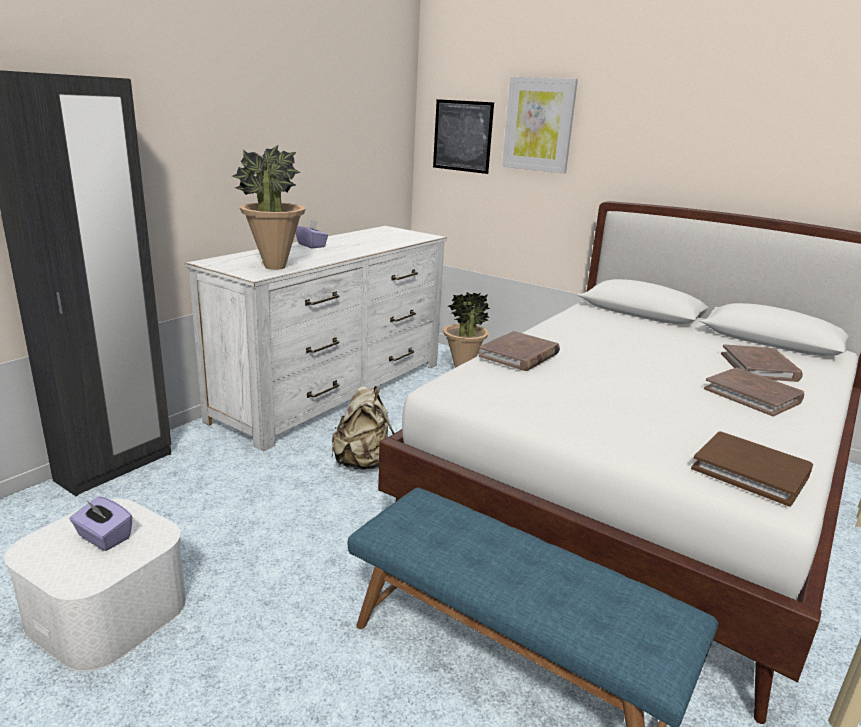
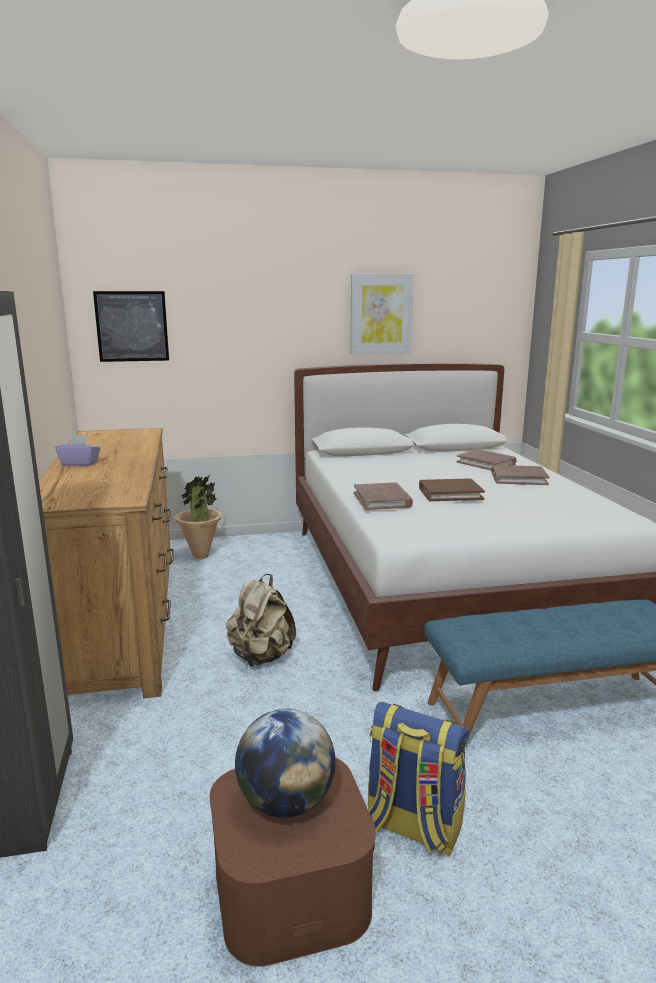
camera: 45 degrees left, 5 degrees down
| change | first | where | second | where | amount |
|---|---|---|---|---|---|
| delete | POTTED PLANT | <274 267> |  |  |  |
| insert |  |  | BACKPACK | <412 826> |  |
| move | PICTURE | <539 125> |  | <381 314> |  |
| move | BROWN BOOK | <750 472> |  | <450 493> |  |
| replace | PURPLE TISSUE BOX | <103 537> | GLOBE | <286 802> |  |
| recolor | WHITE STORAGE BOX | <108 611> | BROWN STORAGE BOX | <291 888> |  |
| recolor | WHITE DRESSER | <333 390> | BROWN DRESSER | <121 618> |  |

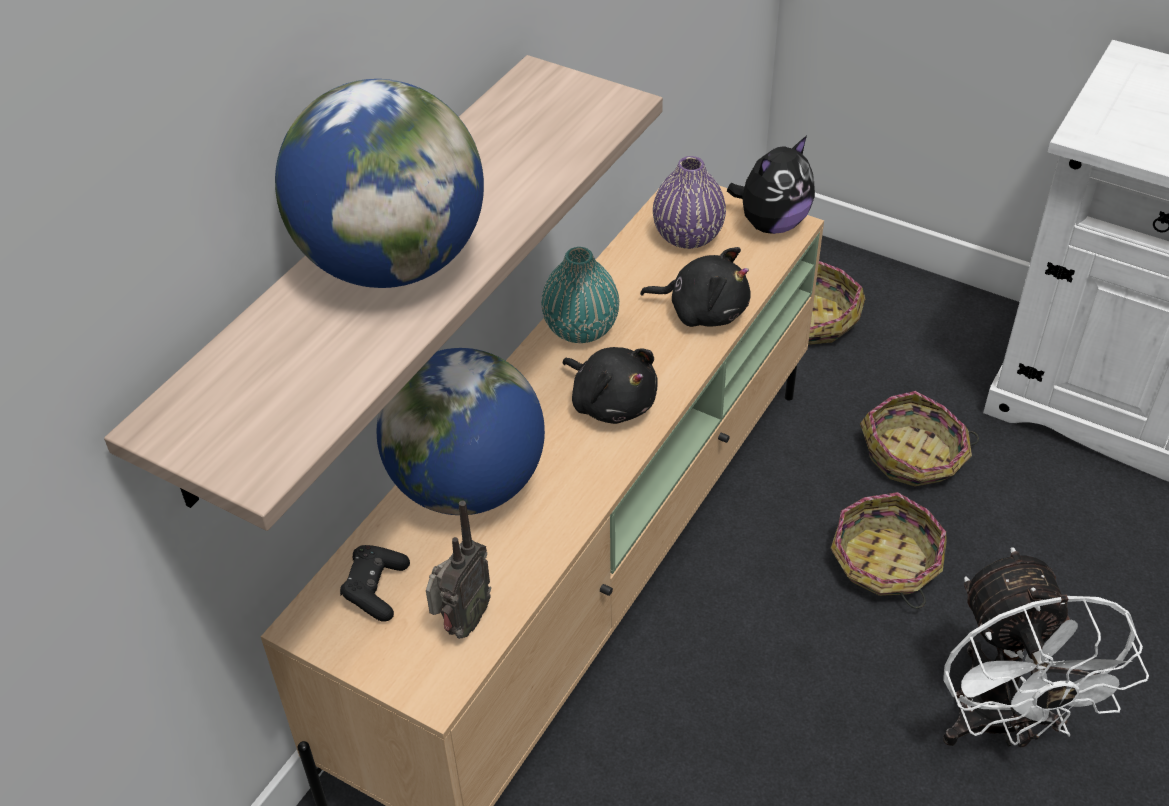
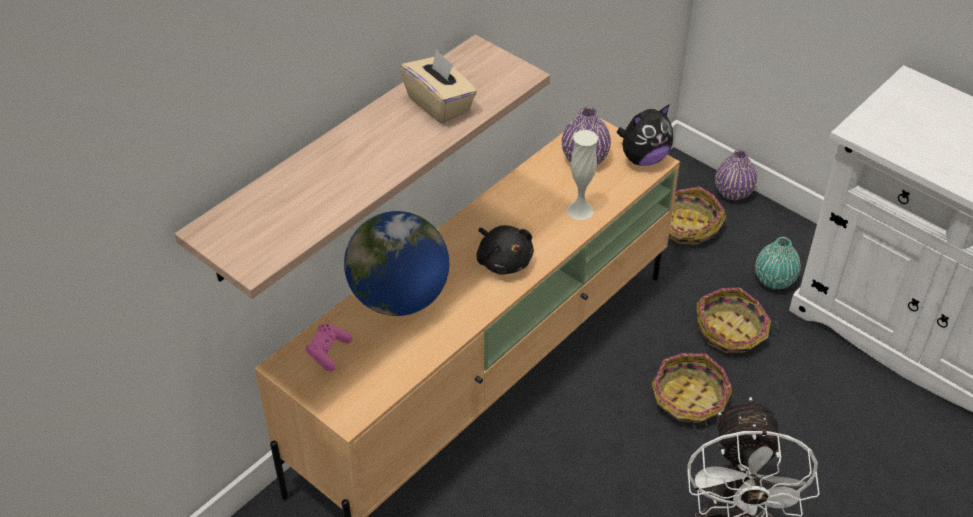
camera: 10 degrees right, 0 degrees up
| change | first | where | second | where | amount |
|---|---|---|---|---|---|
| delete | GLOBE | <392 263> |  |  |  |
| delete | RADIO | <461 623> |  |  |  |
| insert |  |  | BEIGE TISSUE BOX | <439 104> |  |
| insert |  |  | PURPLE VASE | <733 192> |  |
| move | TURQUOISE VASE | <581 328> |  | <774 280> |  |
| replace | BLACK PLUSH TOY | <703 310> | WHITE VASE | <580 210> |  |
| recolor | BLACK GAME CONTROLLER | <375 590> | PINK GAME CONTROLLER | <328 352> |  |

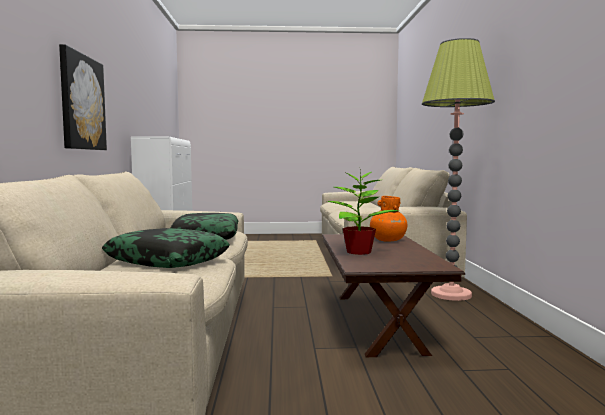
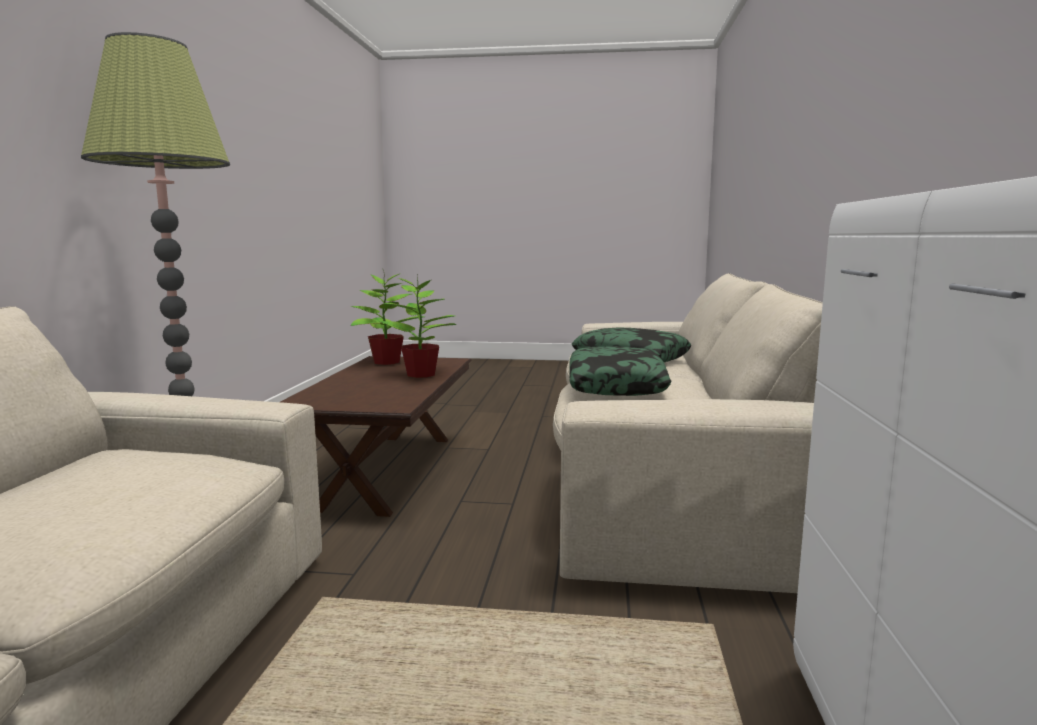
camera: 170 degrees left, 5 degrees up
| change | first | where | second | where | amount |
|---|---|---|---|---|---|
| delete | PICTURE | <82 102> |  |  |  |
| delete | ORANGE VASE | <387 240> |  |  |  |
| insert |  |  | POTTED PLANT | <385 362> |  |

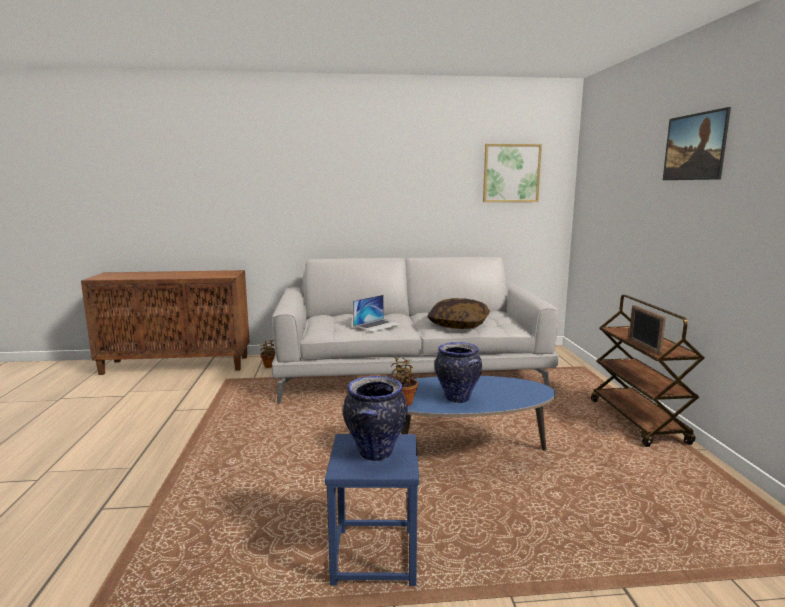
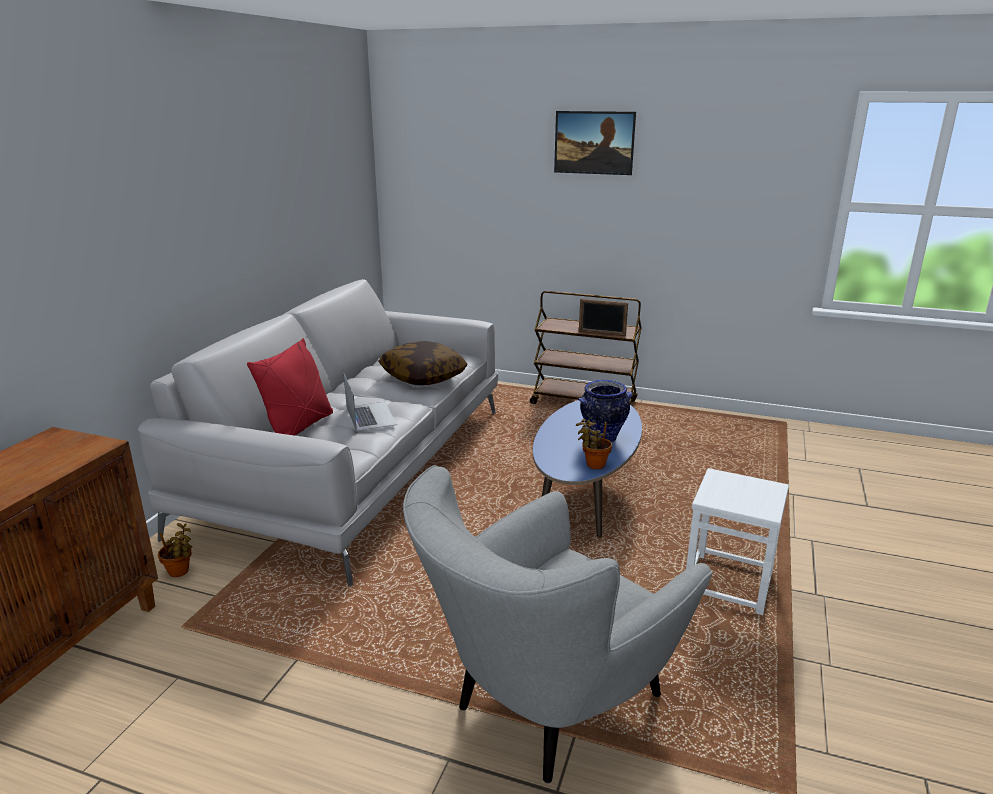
camera: 65 degrees left, 10 degrees up
| change | first | where | second | where | amount |
|---|---|---|---|---|---|
| delete | VASE | <375 454> |  |  |  |
| delete | PICTURE | <511 173> |  |  |  |
| insert |  |  | RED PILLOW | <299 428> |  |
| insert |  |  | GREY ARMCHAIR | <546 708> |  |
| recolor | BLUE STOOL | <375 556> | WHITE STOOL | <728 583> |  |

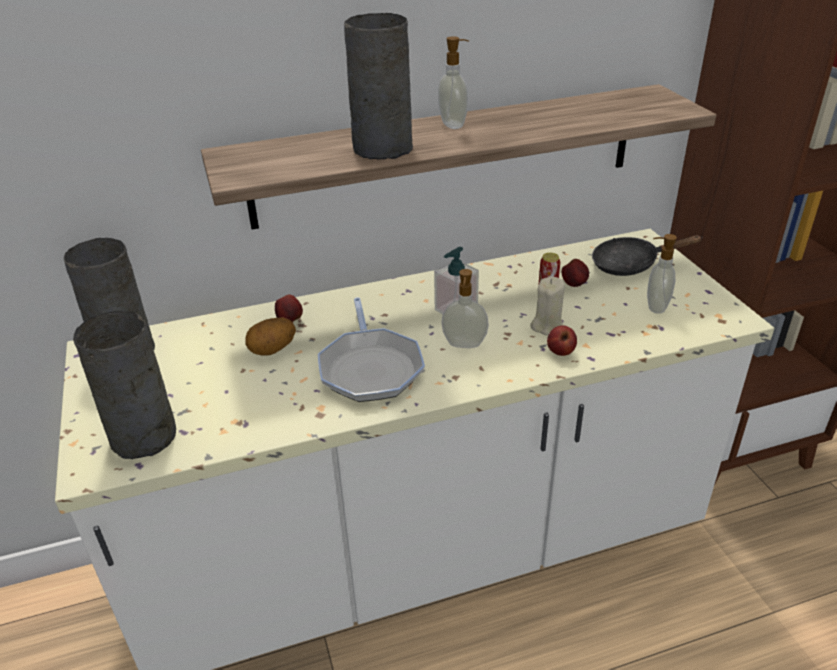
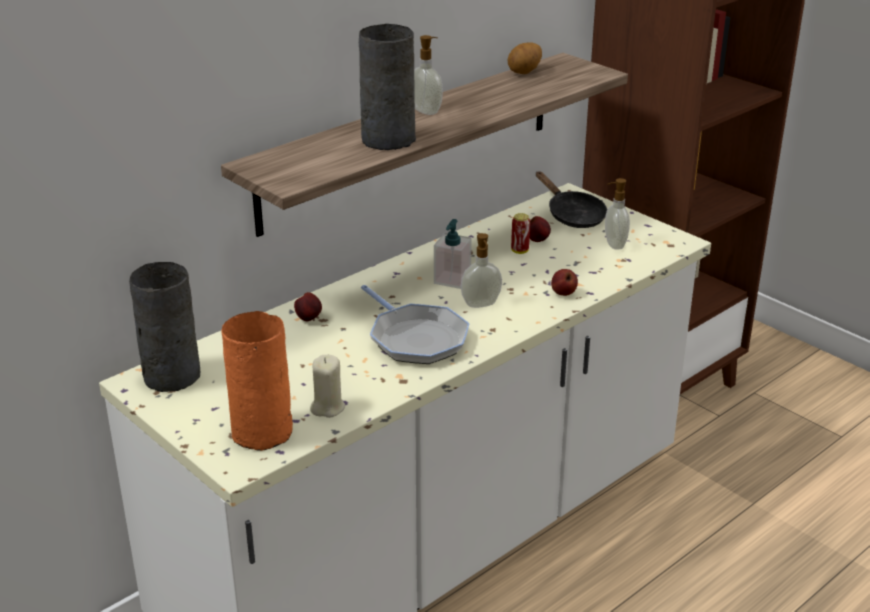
camera: 25 degrees left, 5 degrees down
| change | first | where | second | where | amount |
|---|---|---|---|---|---|
| move | POTATO | <273 351> |  | <524 72> |  |
| move | BEIGE CANDLE | <547 326> |  | <327 407> |  |
| recolor | GREY VASE | <144 438> | ORANGE VASE | <264 432> |  |
| rotate | BLACK FRYING PAN | <630 264> |  | <572 215> | 90 degrees counterclockwise |

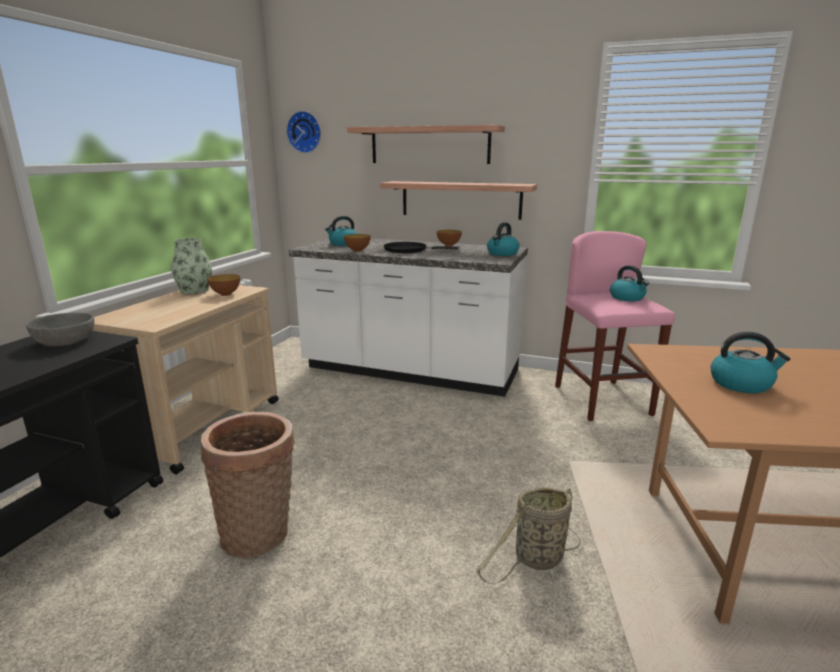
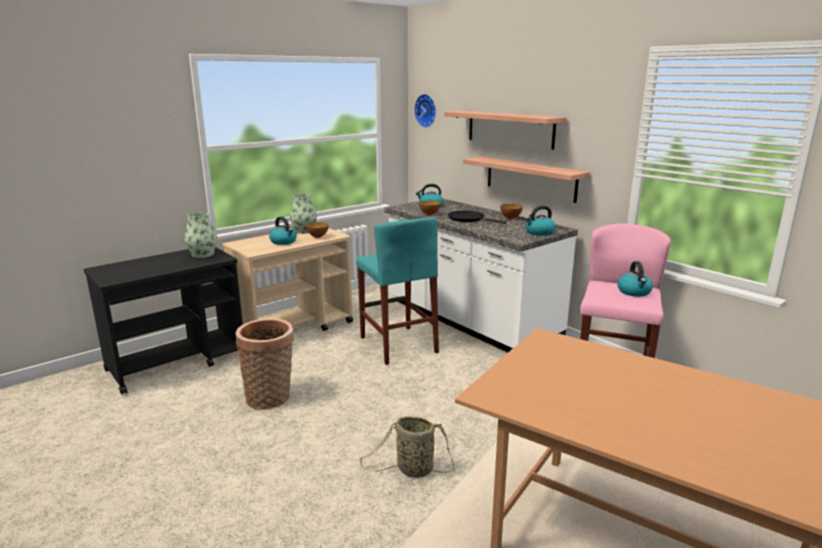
camera: 30 degrees right, 0 degrees up
| change | first | where | second | where | amount |
|---|---|---|---|---|---|
| insert |  |  | TURQUOISE STOOL | <398 344> |  |
| move | KETTLE | <741 384> |  | <284 242> |  |
| replace | GREY BOWL | <66 341> | VASE | <203 254> |  |

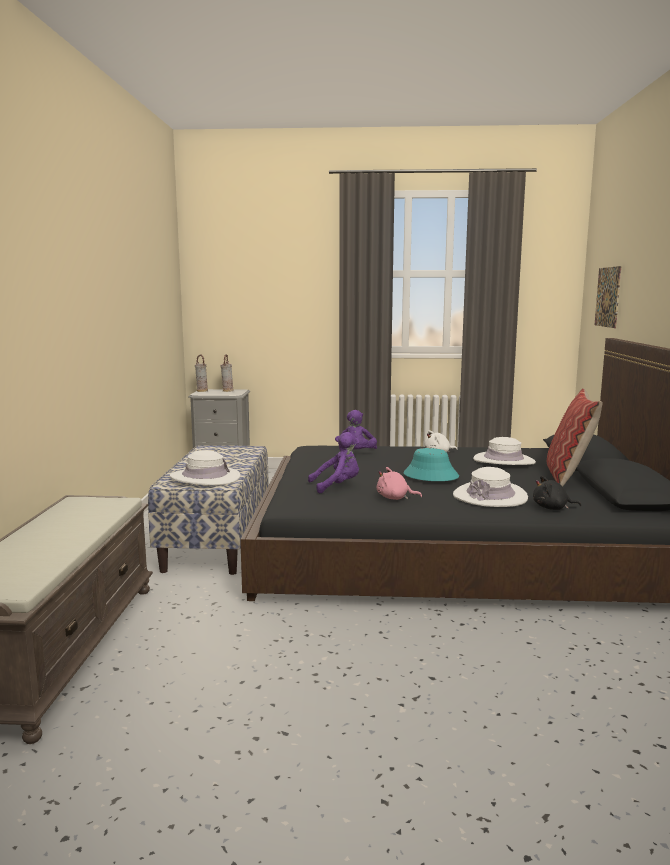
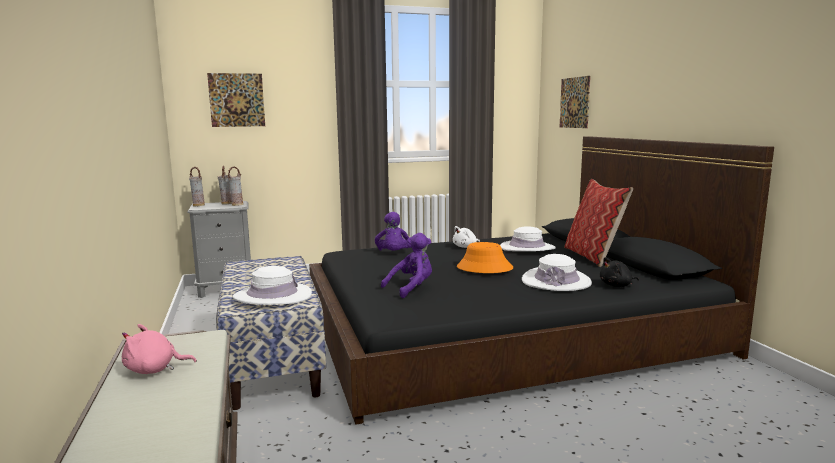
camera: 20 degrees left, 0 degrees up
| change | first | where | second | where | amount |
|---|---|---|---|---|---|
| insert |  |  | PICTURE | <237 100> |  |
| insert |  |  | VASE | <237 205> |  |
| move | PINK PLUSH TOY | <395 498> |  | <154 369> |  |
| recolor | TURQUOISE HAT | <430 475> | ORANGE HAT | <484 268> |  |

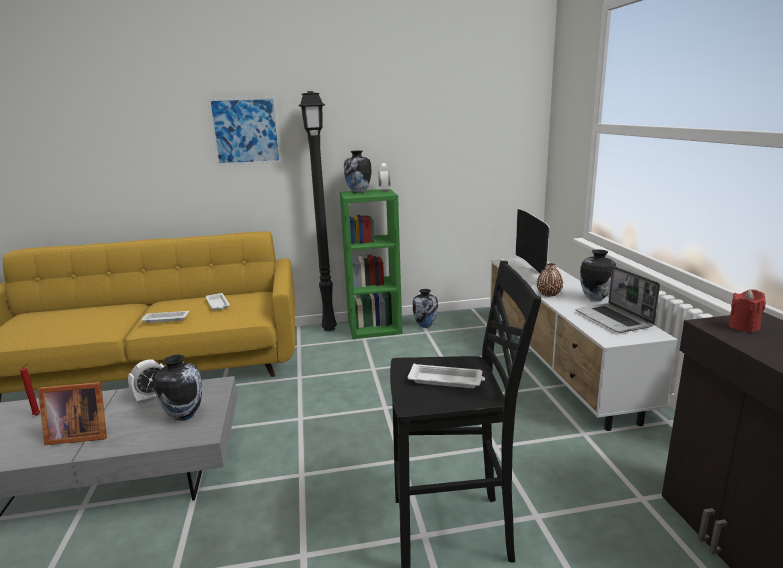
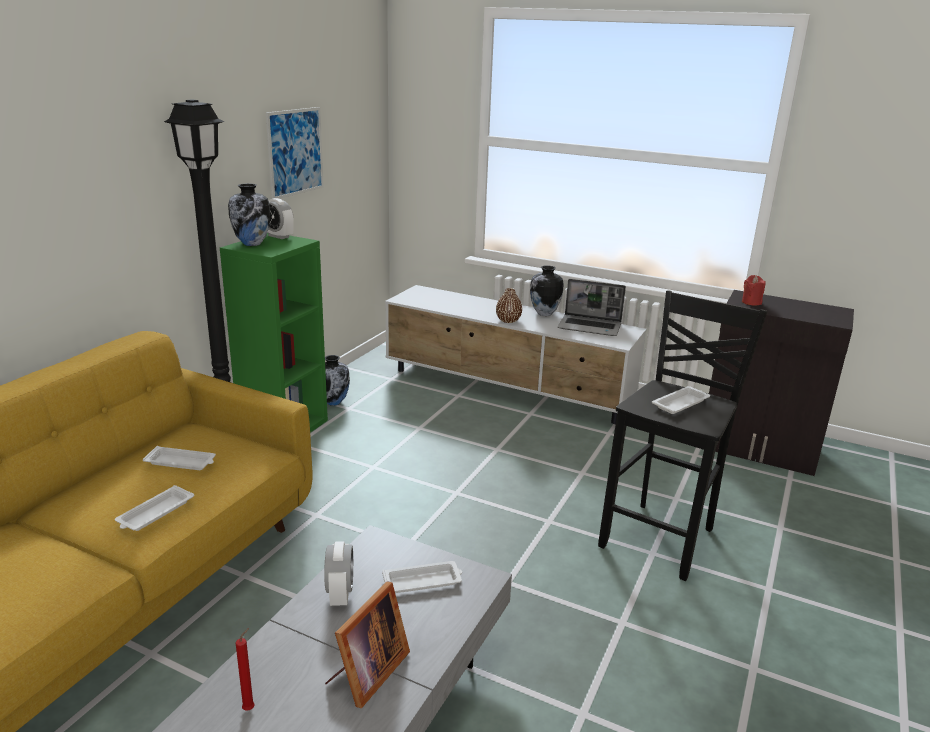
camera: 55 degrees left, 5 degrees up
| change | first | where | second | where | amount |
|---|---|---|---|---|---|
| delete | TELEVISION | <535 272> |  |  |  |
| move | PICTURE | <245 131> |  | <295 152> |  |
| replace | VASE | <184 415> | WHITE TRAY | <423 581> |  |

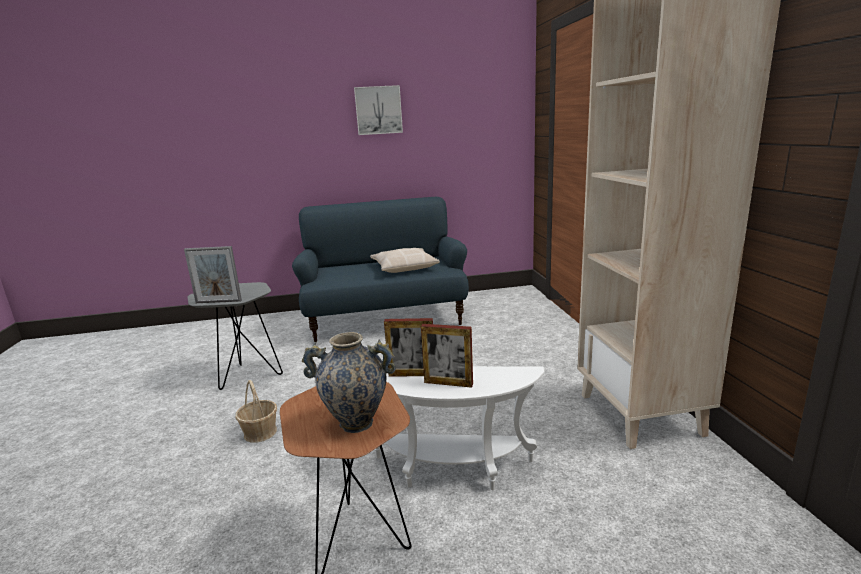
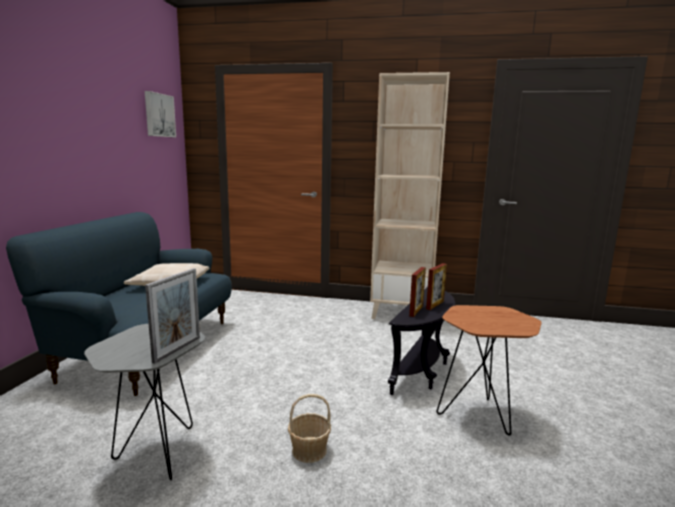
camera: 70 degrees left, 5 degrees down
| change | first | where | second | where | amount |
|---|---|---|---|---|---|
| delete | VASE | <356 423> |  |  |  |
| move | PICTURE | <378 110> |  | <159 115> |  |
| recolor | WHITE SIDE TABLE | <451 471> | BLACK SIDE TABLE | <422 371> |  |

